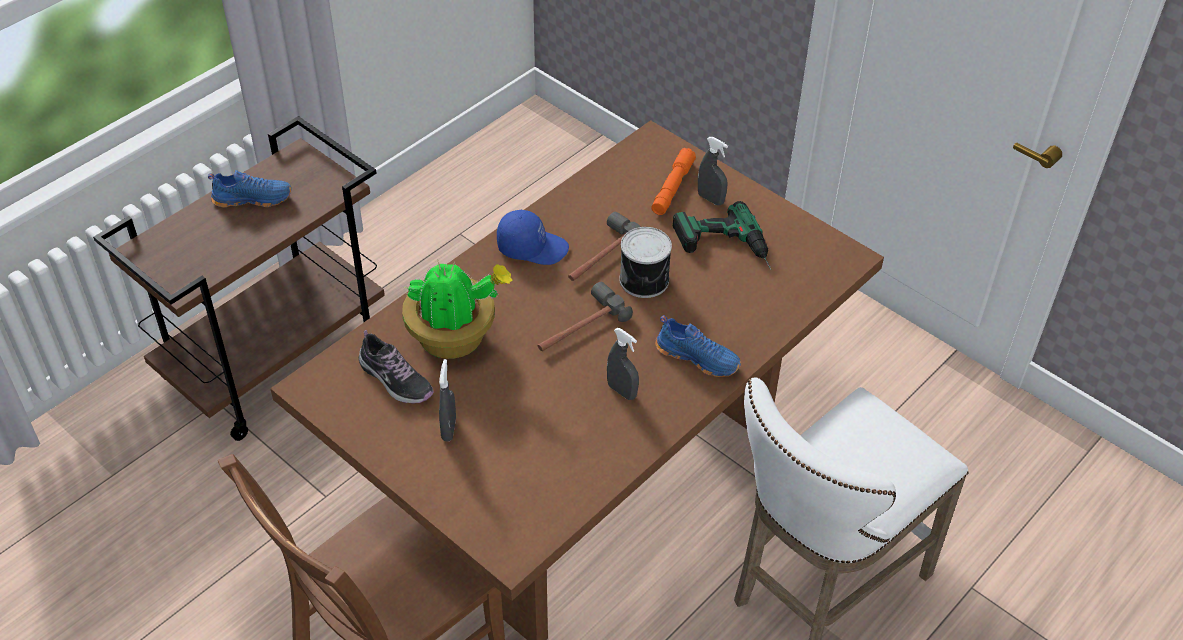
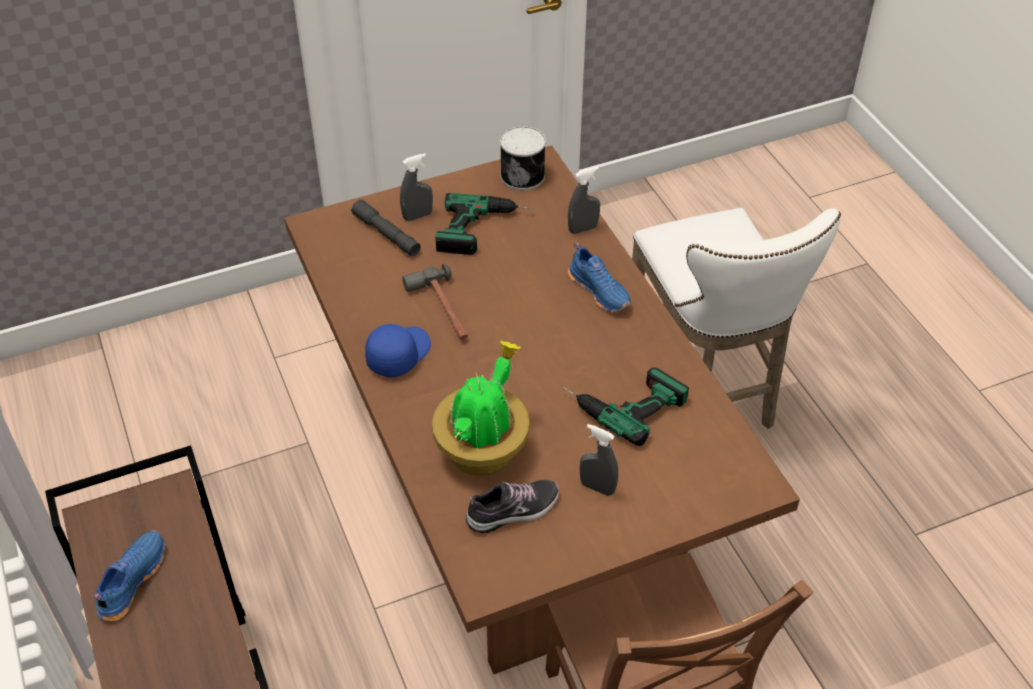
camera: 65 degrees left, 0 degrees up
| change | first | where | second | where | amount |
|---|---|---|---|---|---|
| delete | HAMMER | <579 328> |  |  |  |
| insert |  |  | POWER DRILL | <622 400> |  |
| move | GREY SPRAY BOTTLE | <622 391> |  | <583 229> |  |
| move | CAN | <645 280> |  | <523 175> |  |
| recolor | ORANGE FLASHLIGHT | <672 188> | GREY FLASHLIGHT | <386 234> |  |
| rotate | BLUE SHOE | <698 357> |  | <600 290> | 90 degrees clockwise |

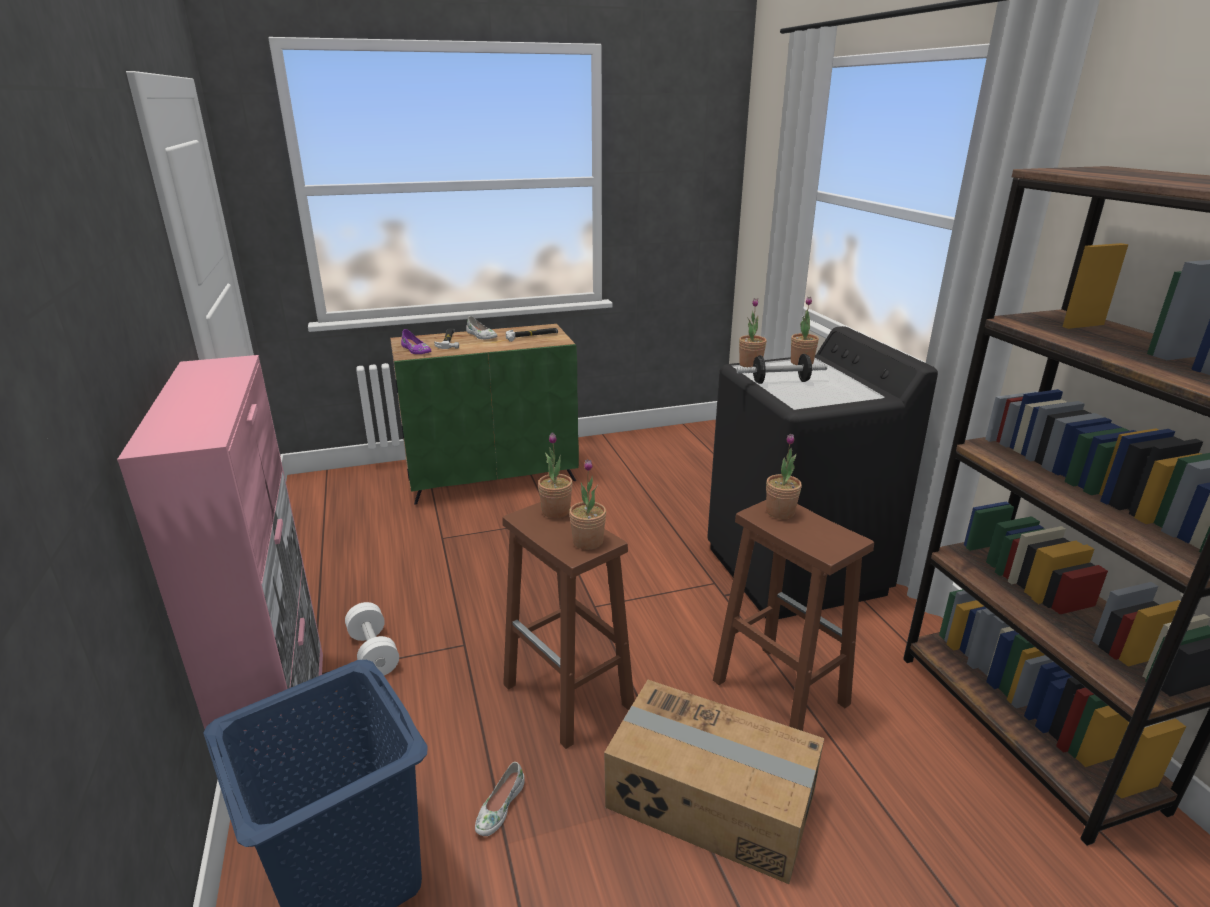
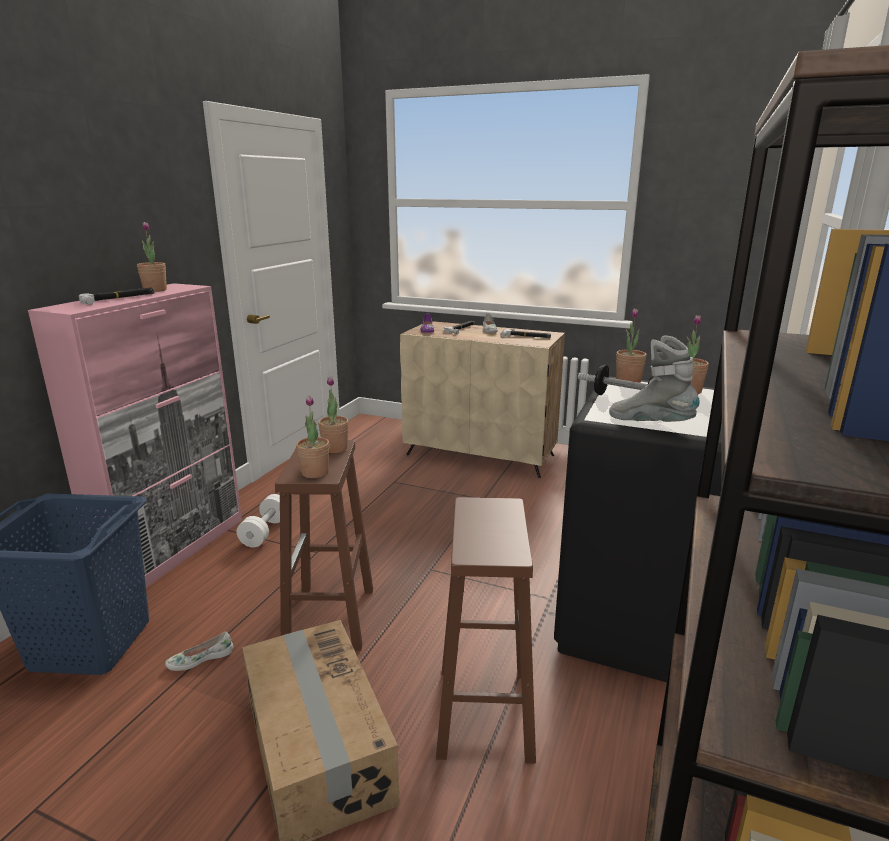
camera: 40 degrees right, 5 degrees down
| change | first | where | second | where | amount |
|---|---|---|---|---|---|
| insert |  |  | HAMMER | <118 298> |  |
| insert |  |  | GREY BOOT | <650 424> |  |
| move | POTTED PLANT | <780 512> |  | <155 290> |  |
| recolor | GREEN CABINET | <493 477> | BEIGE CABINET | <481 455> |  |

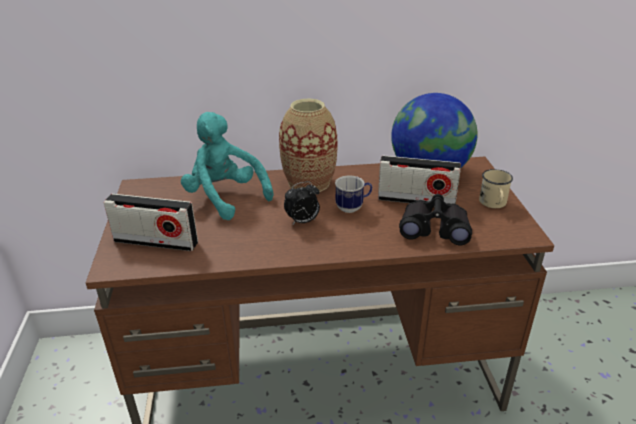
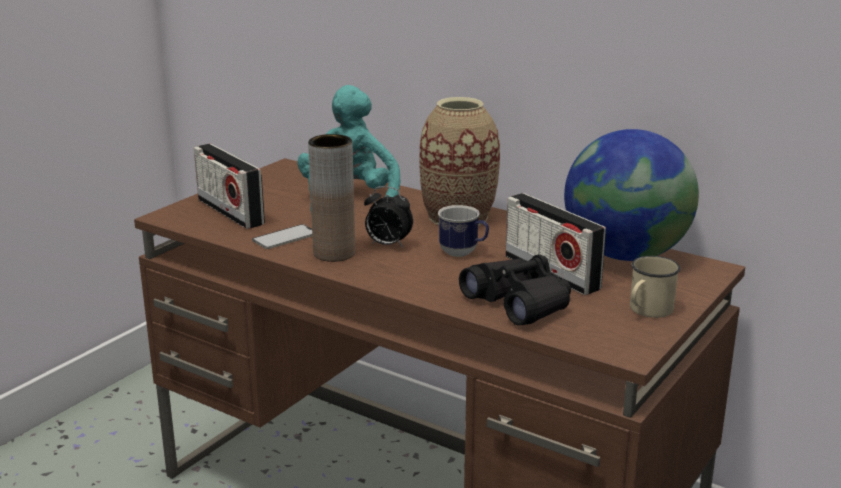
camera: 40 degrees right, 10 degrees down
| change | first | where | second | where | amount |
|---|---|---|---|---|---|
| insert |  |  | PHONE | <285 237> |  |
| insert |  |  | BROWN VASE | <334 253> |  |

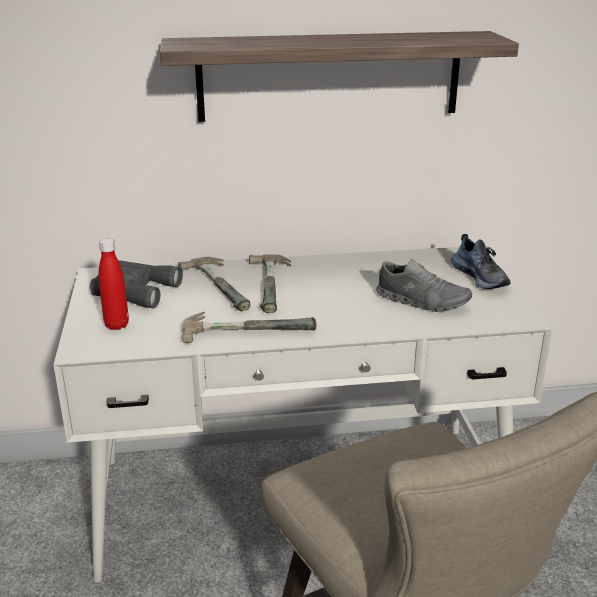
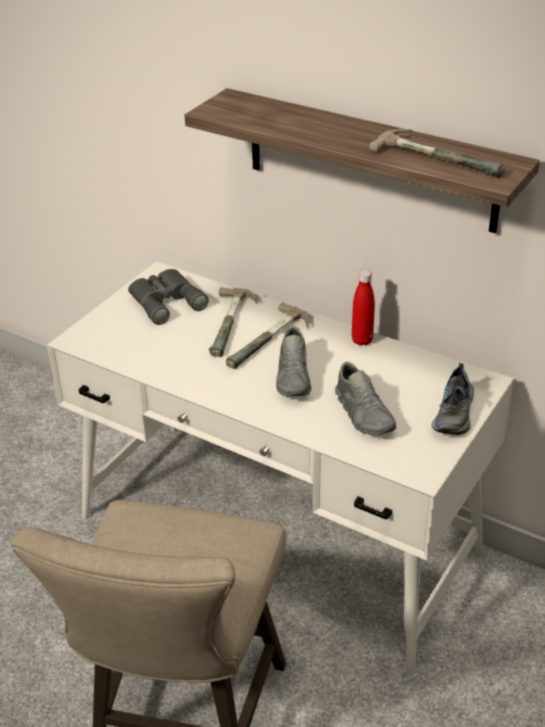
camera: 40 degrees right, 10 degrees up
| change | first | where | second | where | amount |
|---|---|---|---|---|---|
| insert |  |  | GREY SHOE | <294 377> |  |
| move | RED BOTTLE | <117 325> |  | <362 340> |  |
| move | HAMMER | <248 327> |  | <441 156> |  |

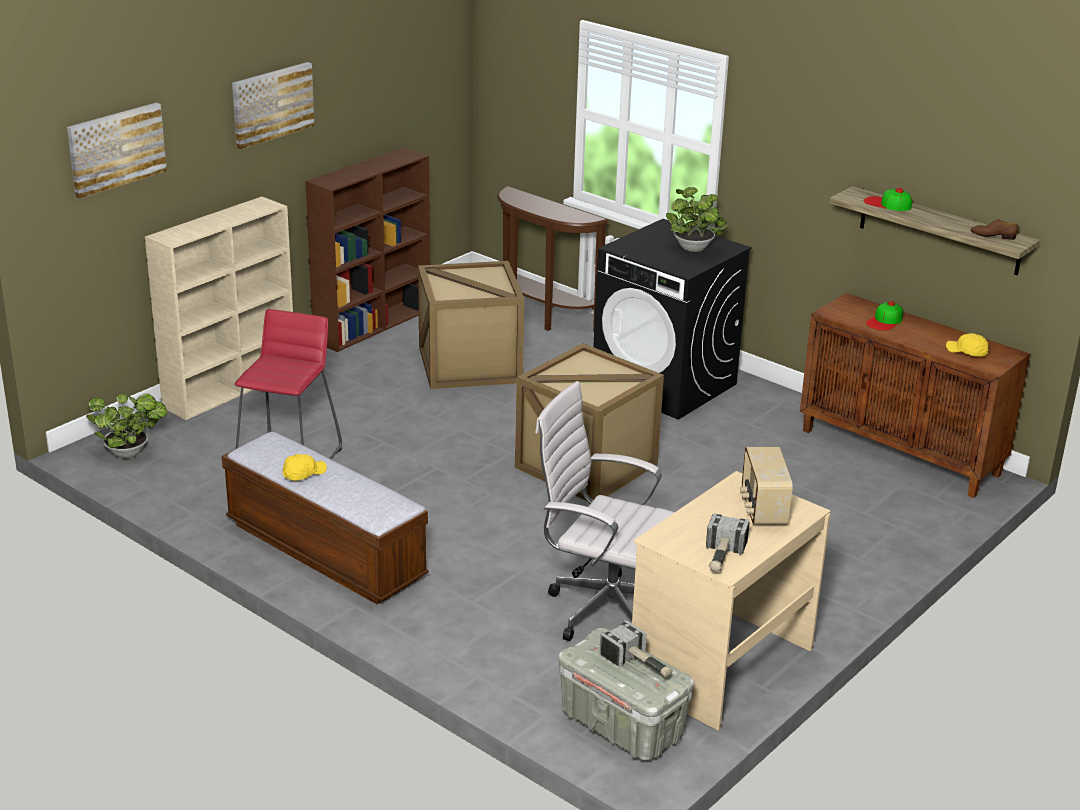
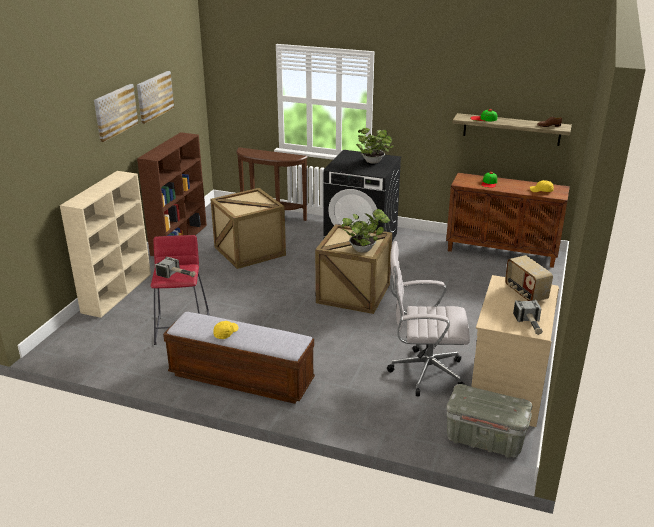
camera: 20 degrees left, 0 degrees up
| change | first | where | second | where | amount |
|---|---|---|---|---|---|
| move | PICTURE | <116 149> |  | <154 96> |  |
| move | POTTED PLANT | <130 453> |  | <364 249> |  |
| move | HAMMER | <639 664> |  | <178 275> |  |

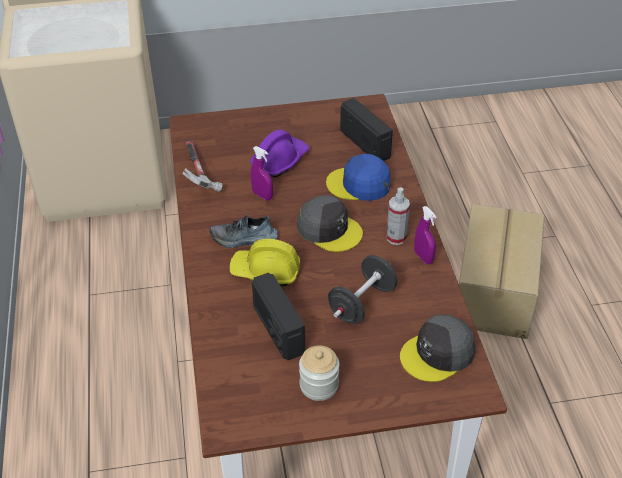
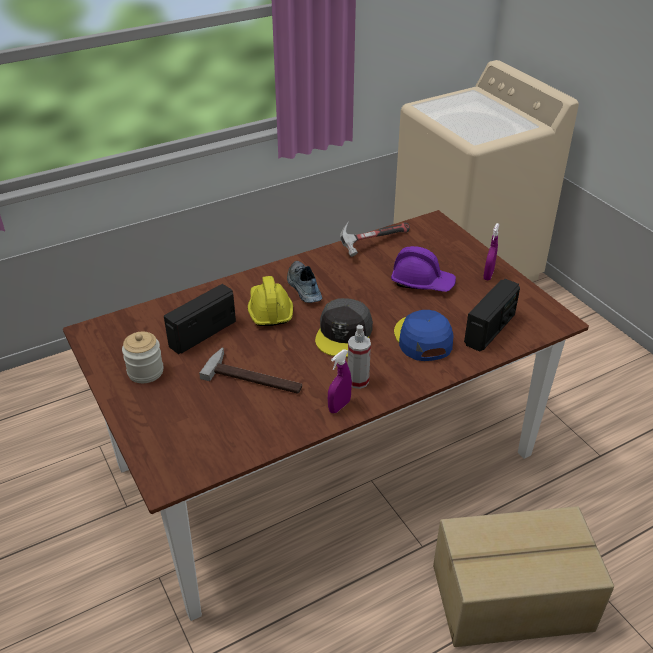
camera: 70 degrees right, 5 degrees down
| change | first | where | second | where | amount |
|---|---|---|---|---|---|
| delete | GREY CAP | <438 354> |  |  |  |
| move | PURPLE SPRAY BOTTLE | <262 195> |  | <488 275> |  |
| replace | BLACK DUMBBELL | <362 303> | HAMMER | <255 376> |  |

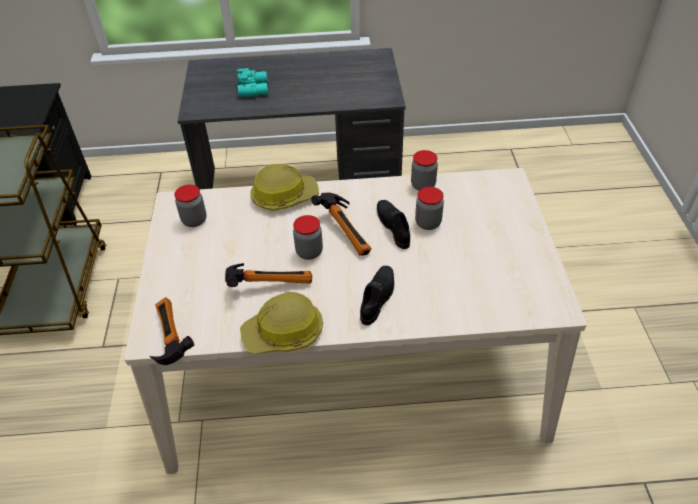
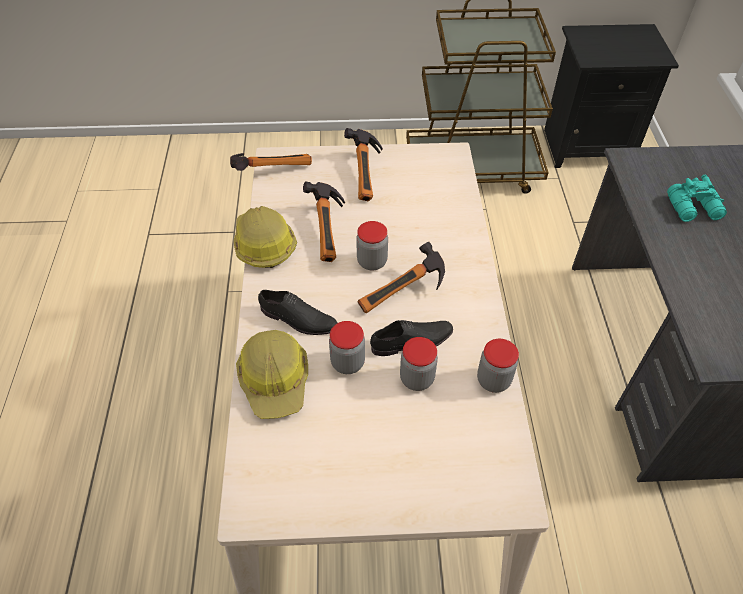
camera: 90 degrees right, 5 degrees up
| change | first | where | second | where | amount |
|---|---|---|---|---|---|
| insert |  |  | HAMMER | <368 175> |  |
| move | JAR | <194 220> |  | <347 362> |  |
| move | HARD HAT | <284 196> |  | <275 380> |  |

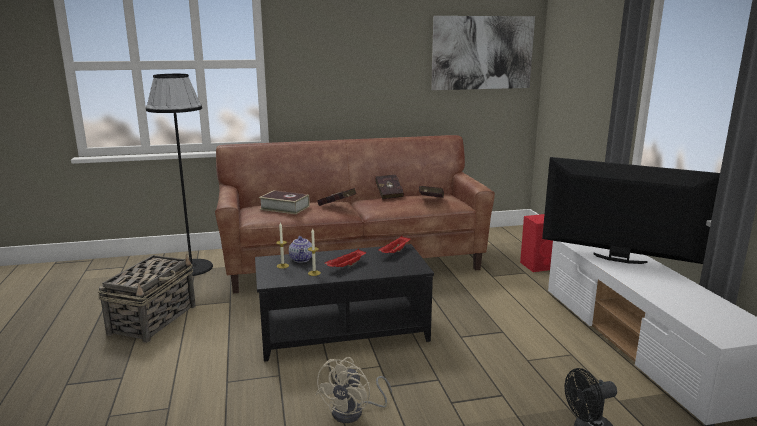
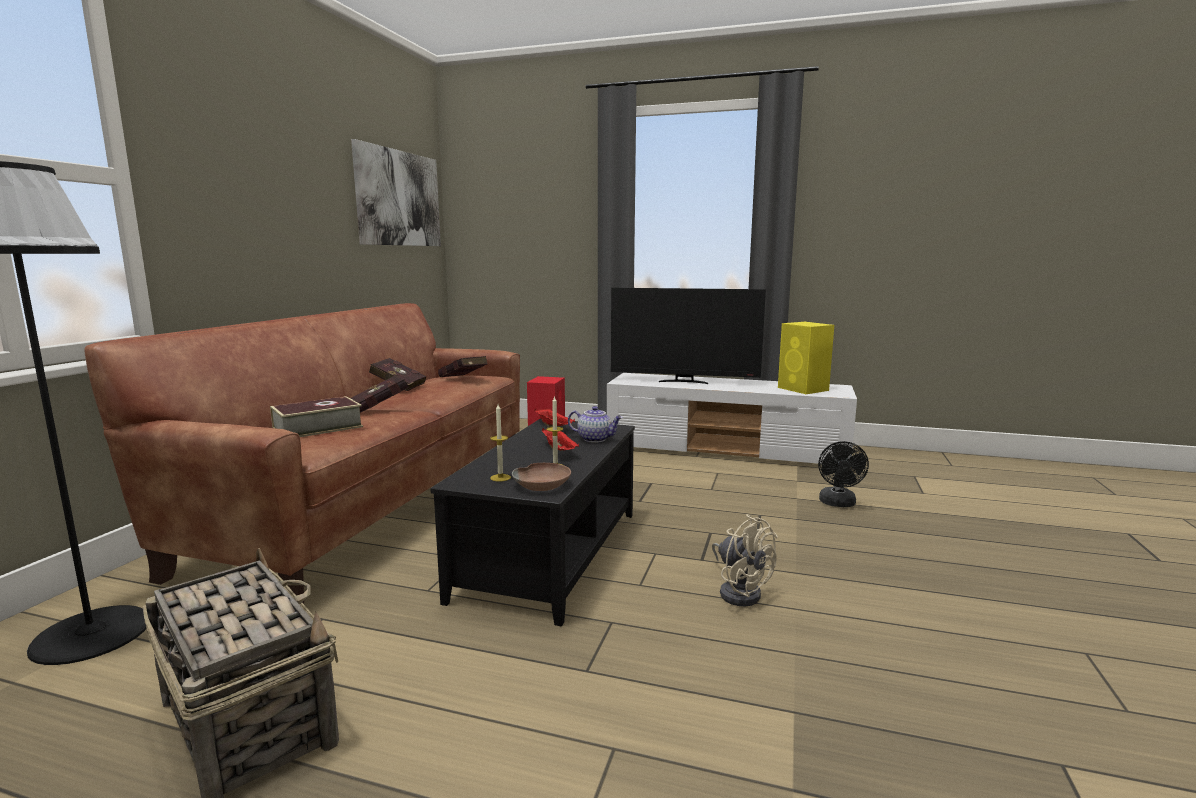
camera: 60 degrees left, 5 degrees down
| change | first | where | second | where | amount |
|---|---|---|---|---|---|
| insert |  |  | BROWN BOWL | <543 485> |  |
| insert |  |  | YELLOW SPEAKER | <804 389> |  |
| move | TEAPOT | <302 259> |  | <595 439> |  |
| rotate | TELEVISION | <618 259> |  | <684 382> | 135 degrees counterclockwise |

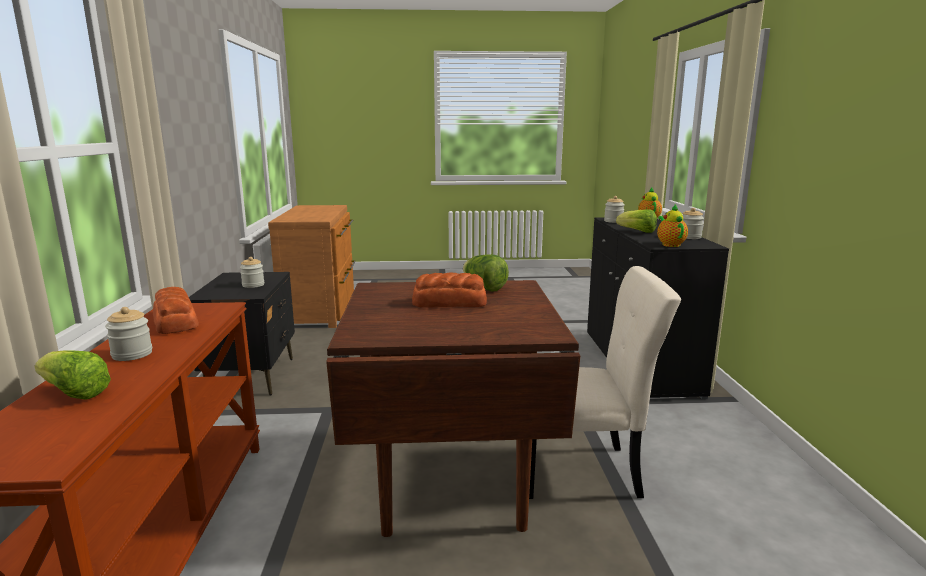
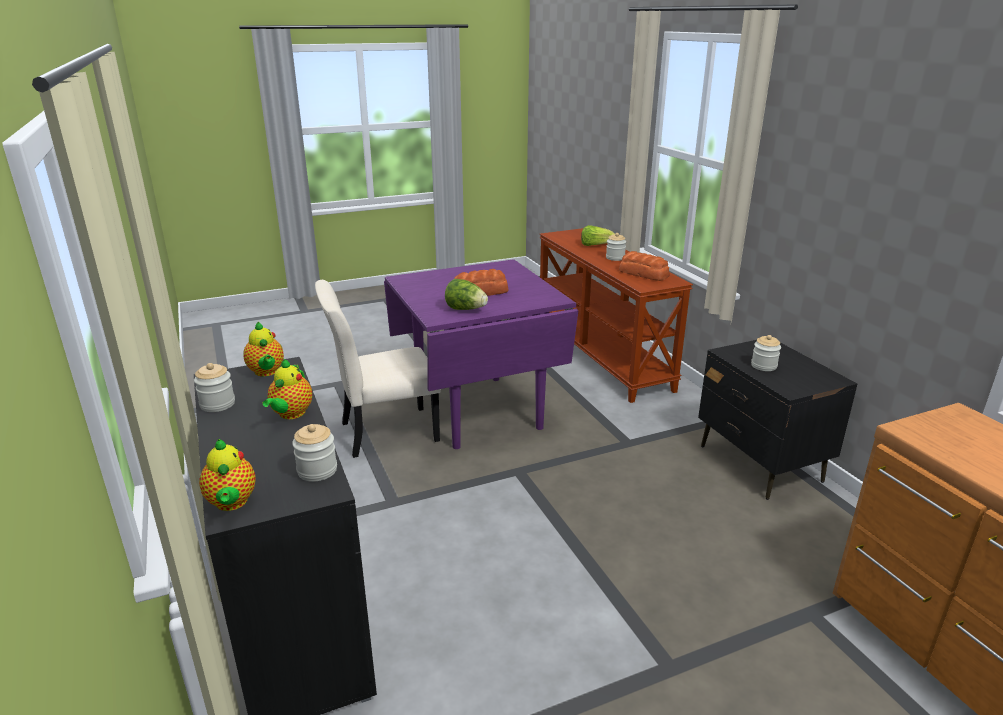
camera: 160 degrees right, 10 degrees up
| change | first | where | second | where | amount |
|---|---|---|---|---|---|
| replace | LETTUCE | <637 232> | TEAPOT | <291 414> |  |
| recolor | BROWN DINING TABLE | <449 479> | PURPLE DINING TABLE | <479 410> |  |

